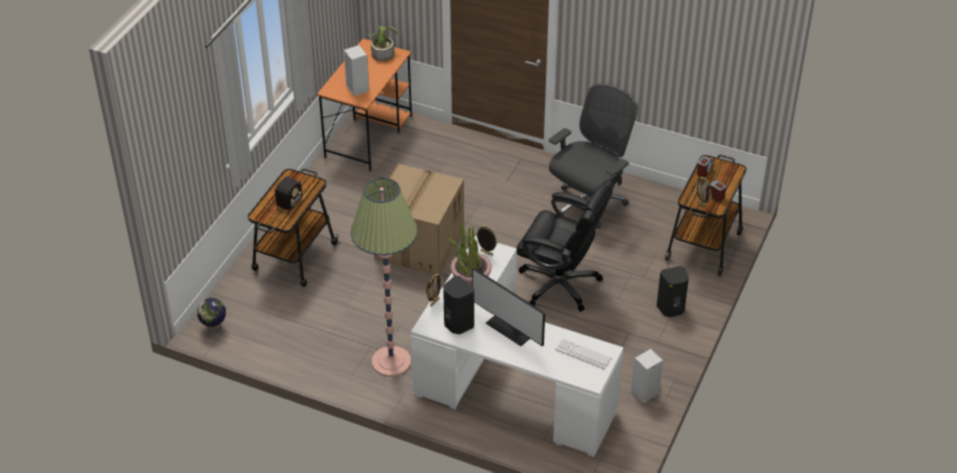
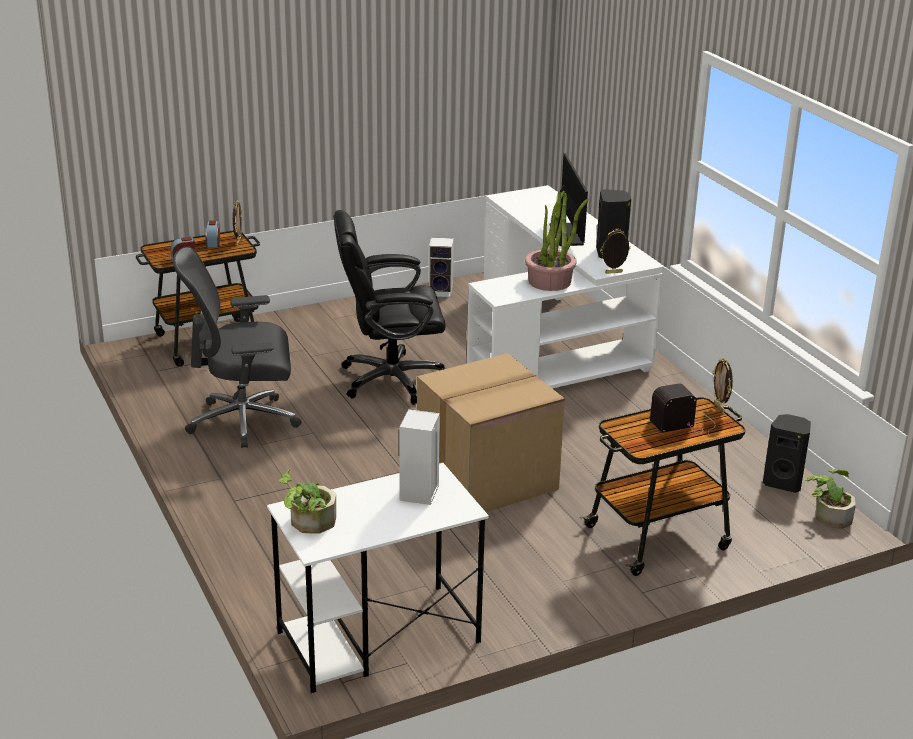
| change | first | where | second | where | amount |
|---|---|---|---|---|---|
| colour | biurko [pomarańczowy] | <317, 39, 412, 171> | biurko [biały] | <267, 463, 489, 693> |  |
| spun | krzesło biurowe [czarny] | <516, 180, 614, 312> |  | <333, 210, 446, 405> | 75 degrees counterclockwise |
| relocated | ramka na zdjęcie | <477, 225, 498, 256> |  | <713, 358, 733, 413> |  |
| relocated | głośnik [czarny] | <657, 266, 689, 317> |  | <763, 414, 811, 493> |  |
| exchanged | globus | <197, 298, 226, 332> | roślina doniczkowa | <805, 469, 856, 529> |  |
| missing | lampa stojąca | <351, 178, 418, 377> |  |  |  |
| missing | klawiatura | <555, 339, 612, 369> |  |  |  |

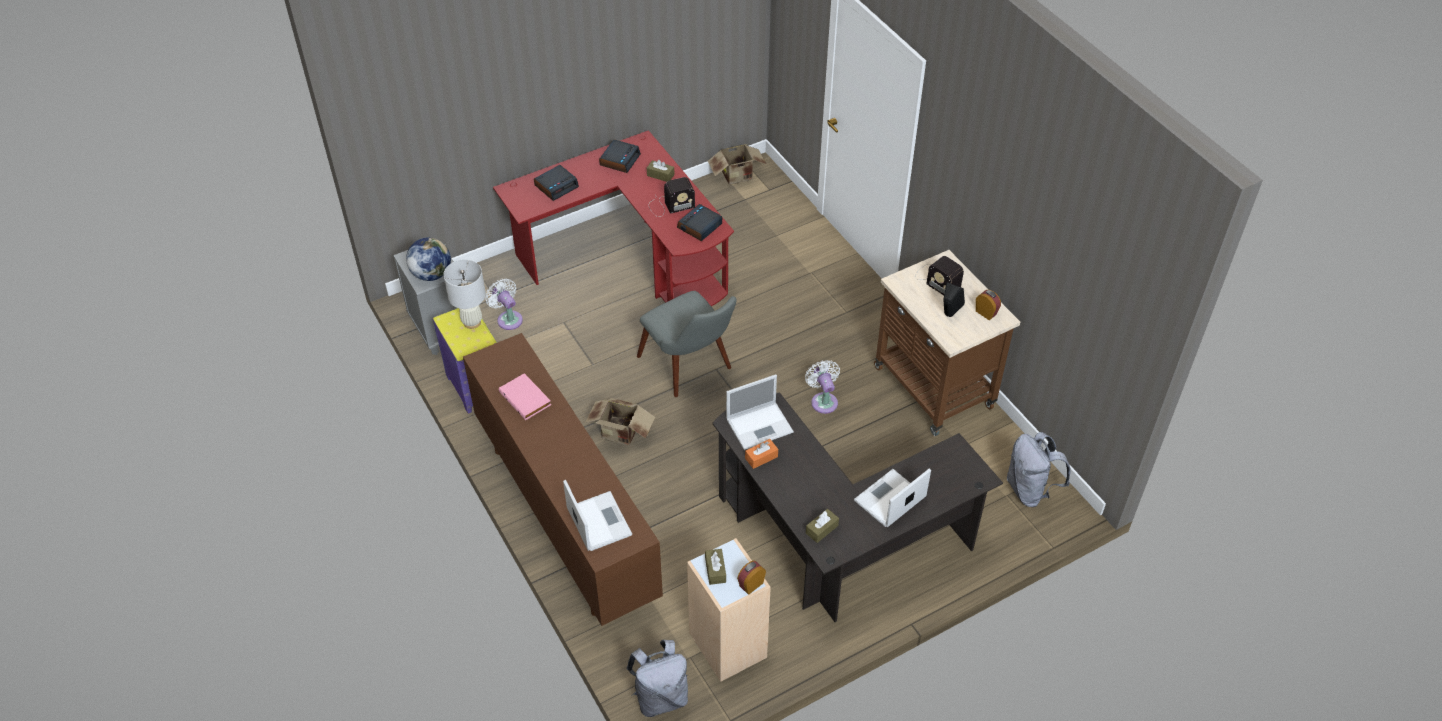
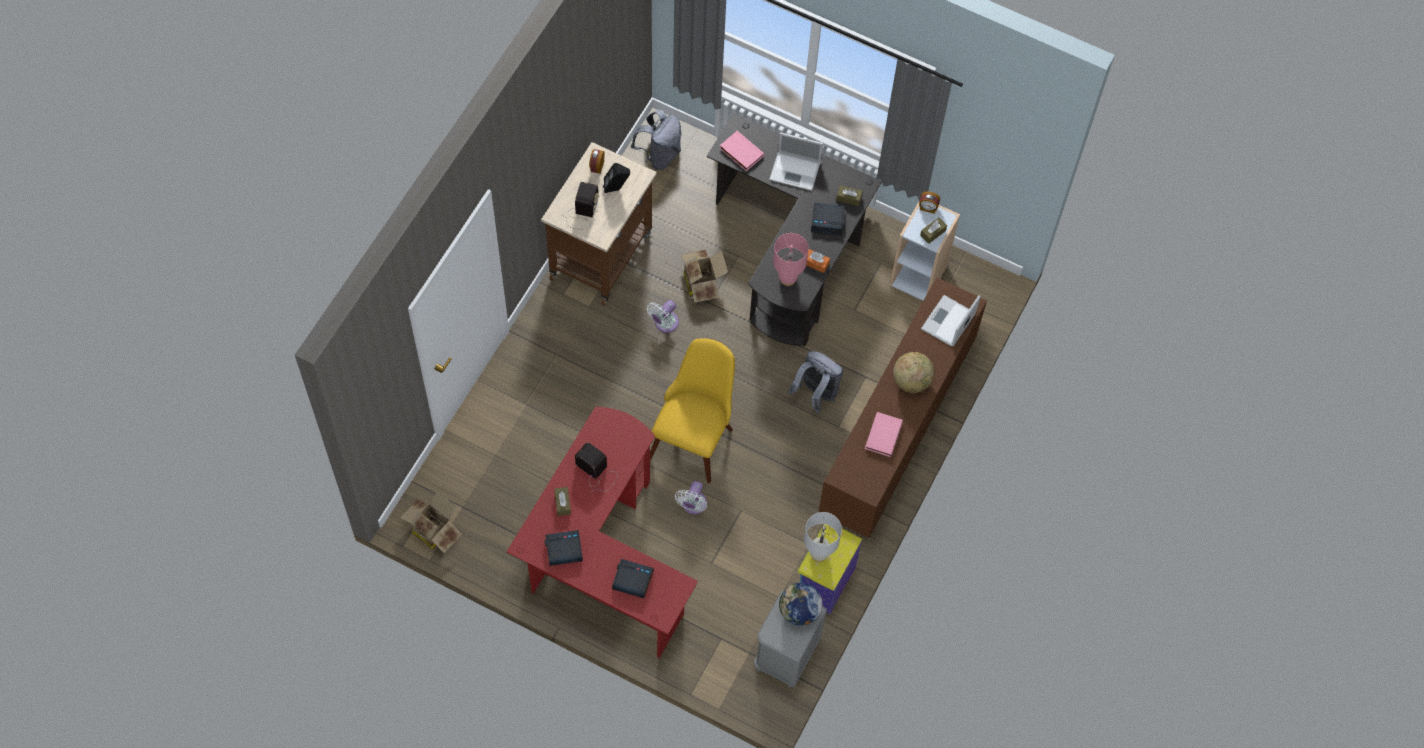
| change | first | where | second | where | amount |
|---|---|---|---|---|---|
| colour | krzesło [szary] | <637, 291, 737, 397> | krzesło [żółty] | <650, 338, 735, 483> |  |
| relocated | wentylator [biały] | <485, 278, 523, 330> |  | <675, 481, 707, 514> |  |
| relocated | karton | <585, 398, 655, 446> |  | <681, 250, 728, 302> |  |
| appeared |  |  | książka [różowy] | <720, 131, 764, 171> |  |
| exchanged | laptop | <726, 374, 794, 450> | lampa stołowa [różowy] | <773, 233, 809, 286> |  |
| relocated | plecak [szary] | <627, 640, 688, 717> |  | <788, 351, 843, 414> |  |
| relocated | budzik | <677, 204, 722, 241> |  | <811, 203, 845, 236> |  |
| appeared |  |  | globus | <893, 352, 935, 393> |  |

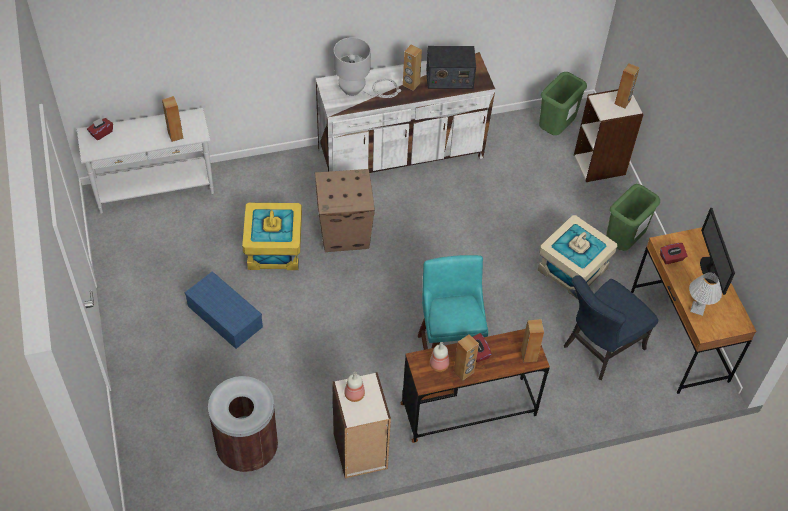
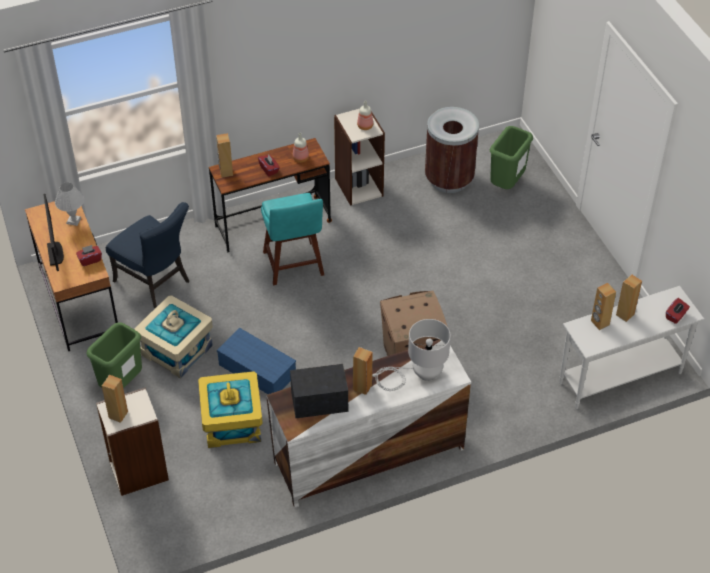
| change | first | where | second | where | amount |
|---|---|---|---|---|---|
| spun | krzesło [niebieski] | <564, 275, 658, 380> |  | <106, 202, 189, 308> | 90 degrees clockwise |
| relocated | pojemnik do przechowywania [żółty] | <242, 203, 302, 270> |  | <198, 371, 263, 448> |  |
| relocated | pojemnik do przechowywania [niebieski] | <185, 271, 263, 349> |  | <217, 328, 296, 394> |  |
| relocated | kosz na śmieci [zielony] | <539, 72, 587, 135> |  | <490, 126, 533, 189> |  |
| relocated | głośnik [brązowy] | <454, 334, 479, 381> |  | <616, 274, 642, 322> |  |

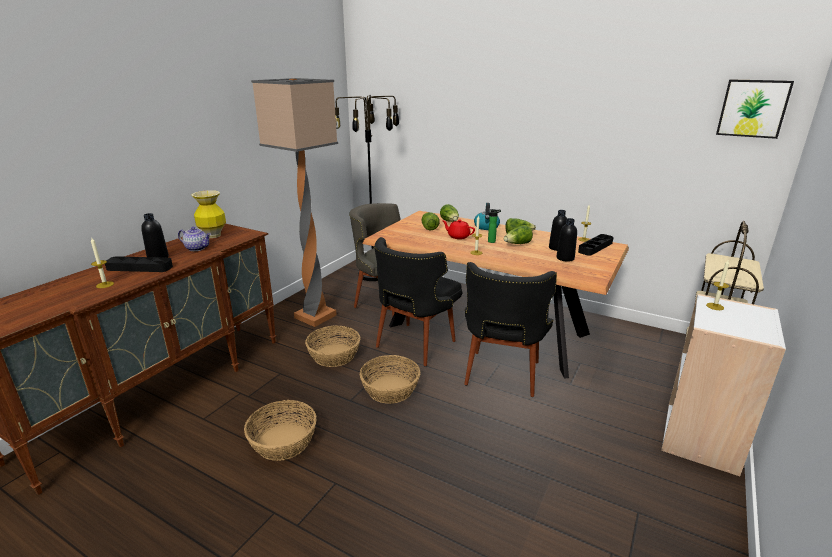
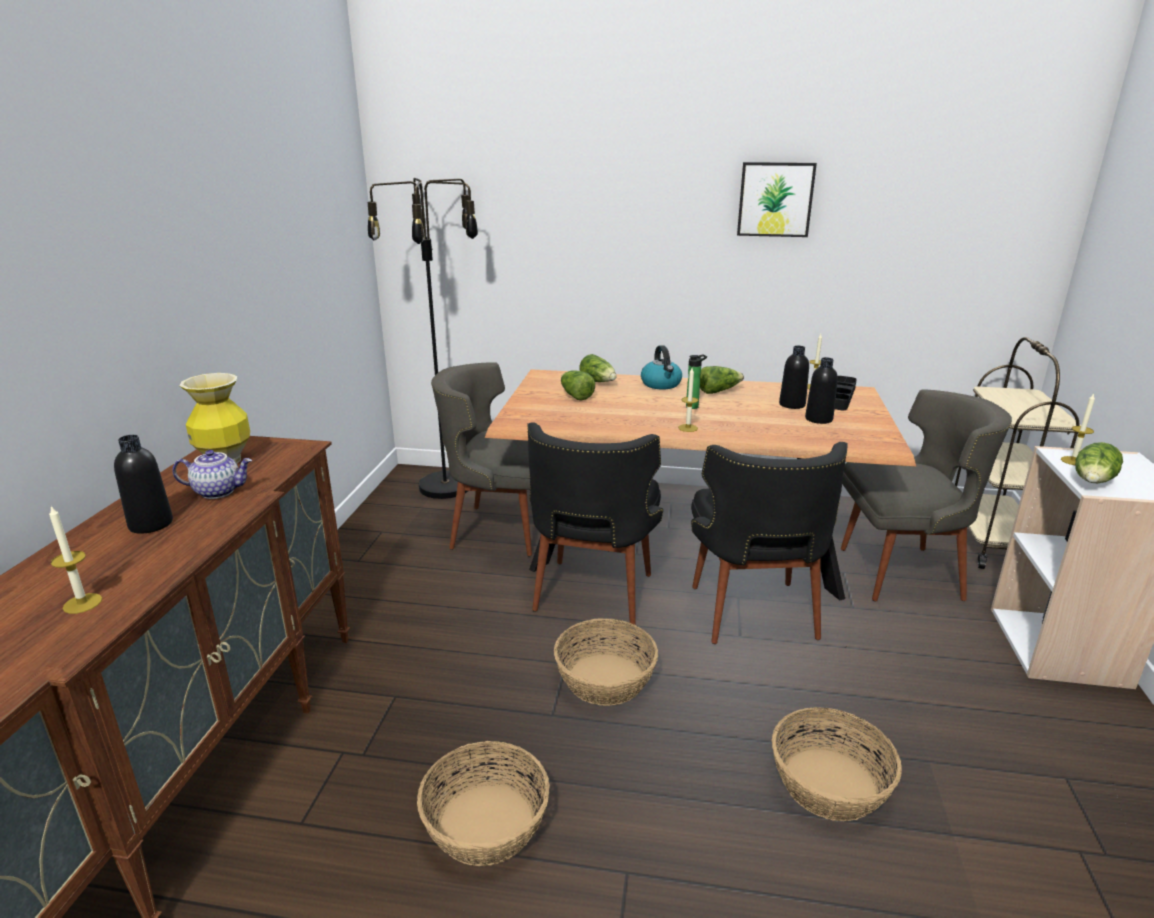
| change | first | where | second | where | amount |
|---|---|---|---|---|---|
| relocated | obraz | <716, 79, 794, 139> |  | <737, 162, 817, 237> |  |
| relocated | koszyk | <305, 325, 360, 367> |  | <772, 707, 902, 821> |  |
| appeared |  |  | krzesło [szary] | <841, 389, 1012, 602> |  |
| relocated | sałata | <504, 226, 533, 244> |  | <1075, 442, 1123, 483> |  |
| missing | taca [czarny] | <105, 256, 173, 272> |  |  |  |
| missing | lampa stojąca | <251, 78, 338, 327> |  |  |  |
| missing | imbryk [czerwony] | <442, 220, 475, 239> |  |  |  |

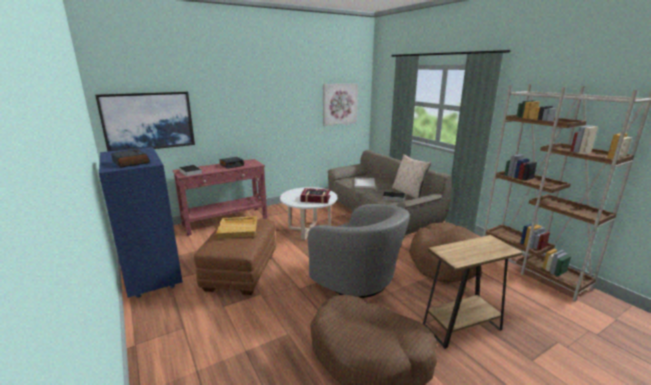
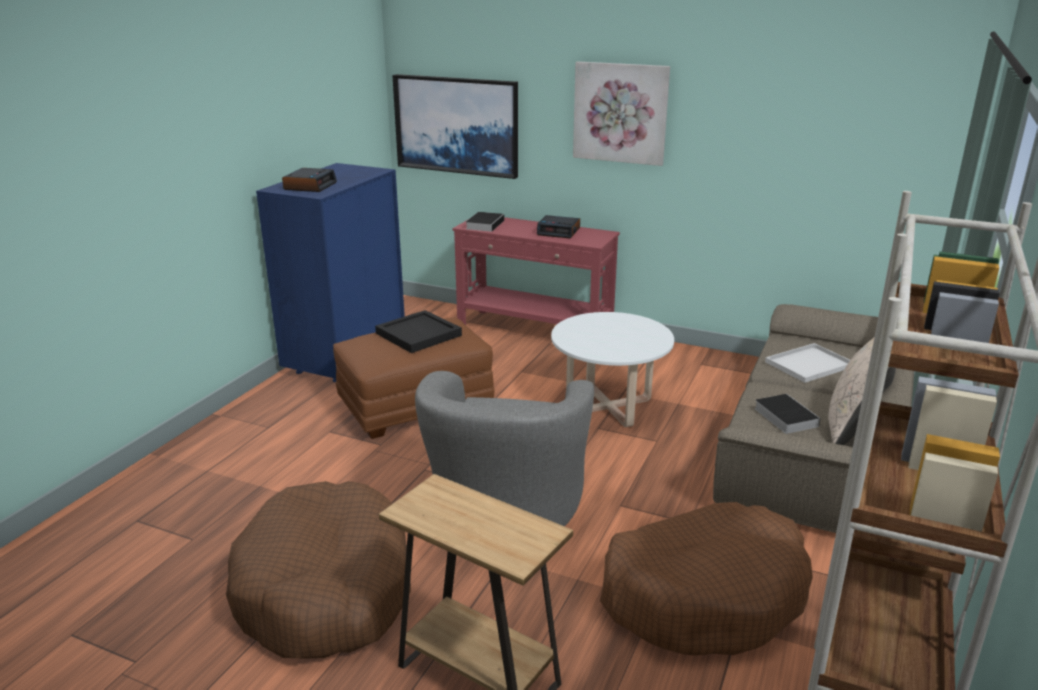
| change | first | where | second | where | amount |
|---|---|---|---|---|---|
| colour | taca [beżowy] | <216, 216, 257, 238> | taca [czarny] | <375, 310, 462, 353> |  |
| relocated | obraz | <323, 83, 358, 126> |  | <573, 61, 670, 166> |  |
| missing | książka | <300, 188, 331, 204> |  |  |  |

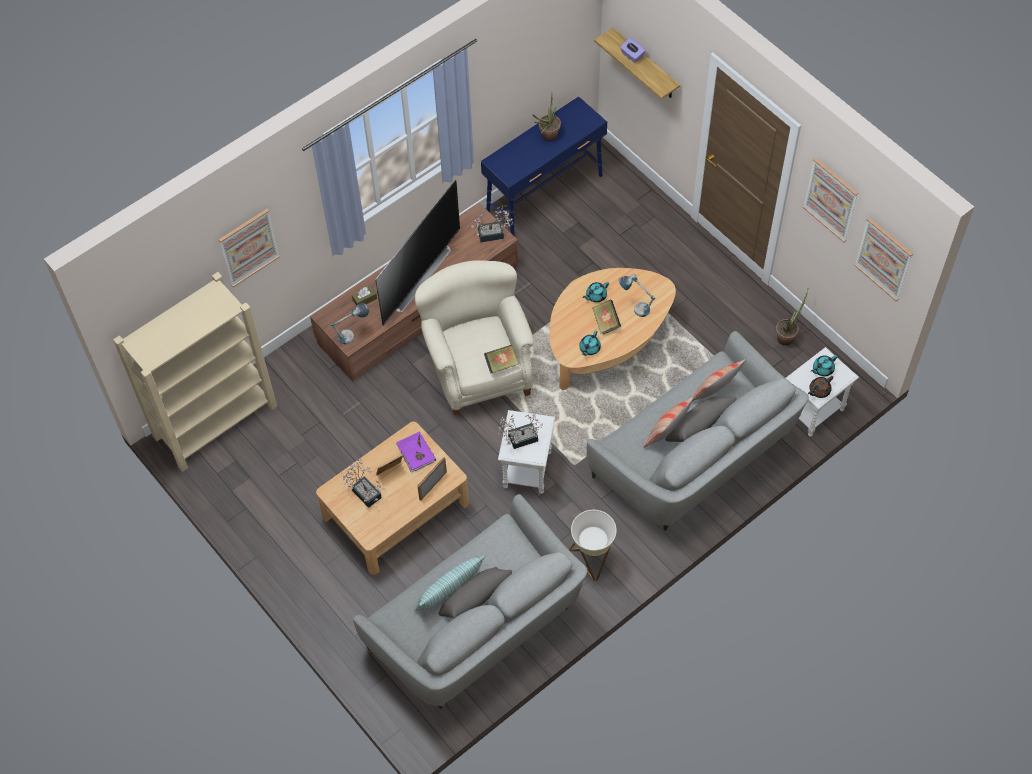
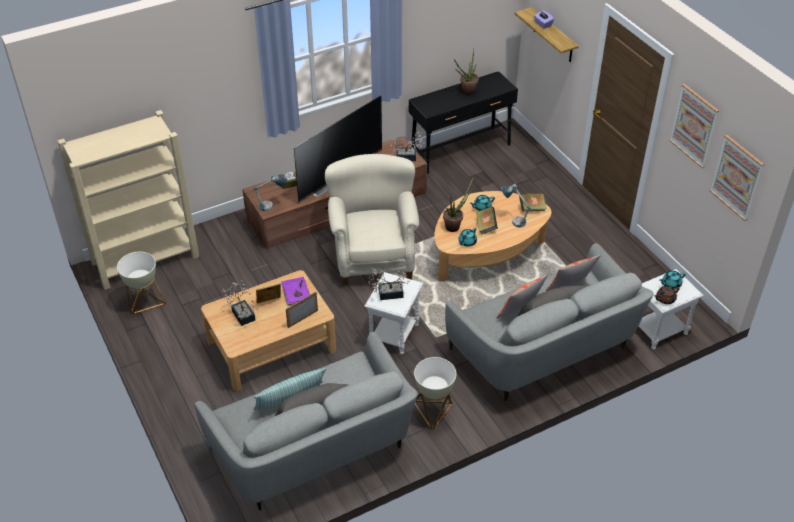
| change | first | where | second | where | amount |
|---|---|---|---|---|---|
| appeared |  |  | donica | <117, 252, 166, 314> |  |
| colour | stolik konsolowy [niebieski] | <481, 96, 607, 235> | stolik konsolowy [czarny] | <408, 71, 518, 174> |  |
| relocated | roślina doniczkowa | <776, 289, 808, 346> |  | <443, 178, 473, 232> |  |
| relocated | książka | <484, 345, 519, 374> |  | <519, 193, 547, 211> |  |
| missing | obraz | <219, 209, 280, 287> |  |  |  |

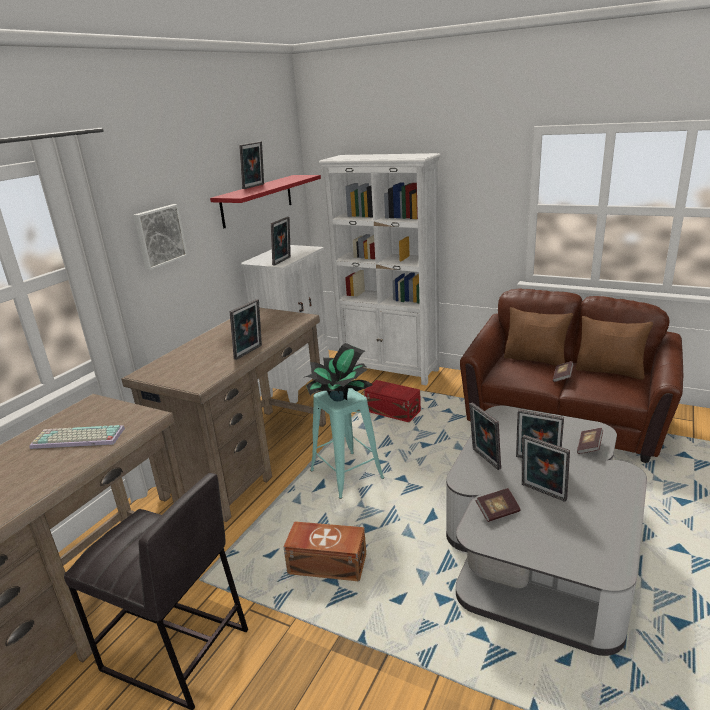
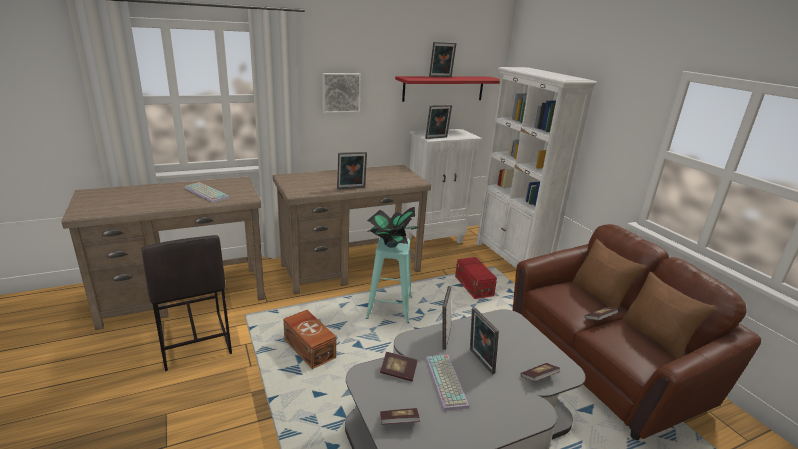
| change | first | where | second | where | amount |
|---|---|---|---|---|---|
| appeared |  |  | książka | <380, 408, 420, 425> |  |
| exchanged | ramka na zdjęcie | <522, 435, 570, 502> | klawiatura | <426, 355, 469, 411> |  |

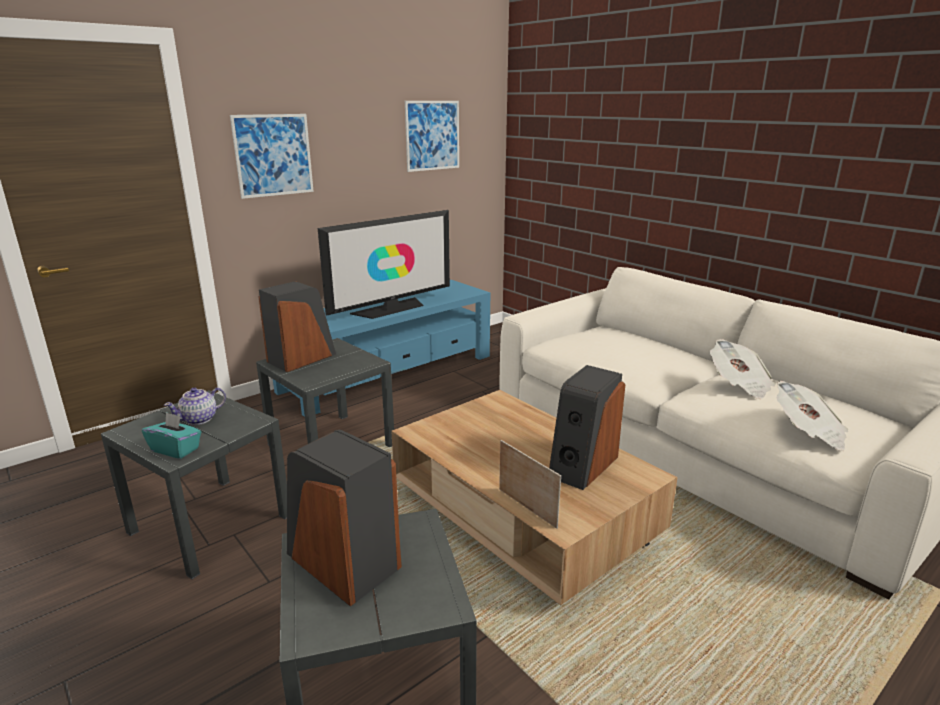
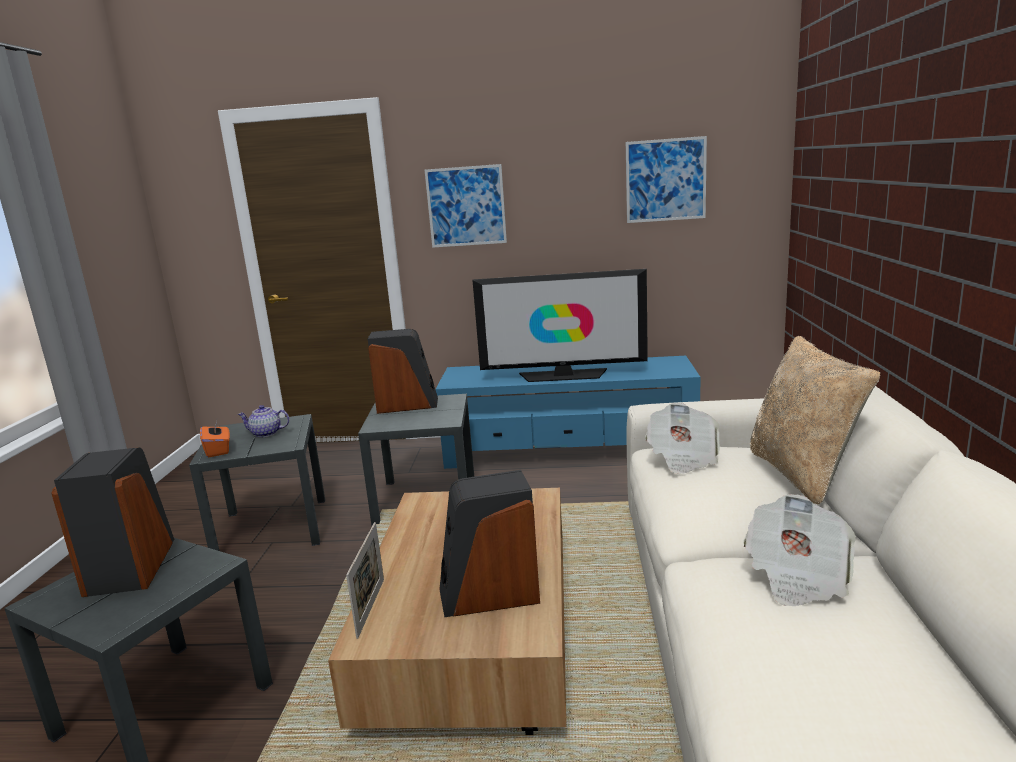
| change | first | where | second | where | amount |
|---|---|---|---|---|---|
| colour | pudełko chusteczek [turkusowy] | <142, 412, 201, 459> | pudełko chusteczek [pomarańczowy] | <200, 420, 230, 458> |  |
| relocated | gazeta | <776, 381, 848, 451> |  | <645, 403, 720, 474> |  |
| appeared |  |  | poduszka [beżowy] | <750, 335, 881, 504> |  |

